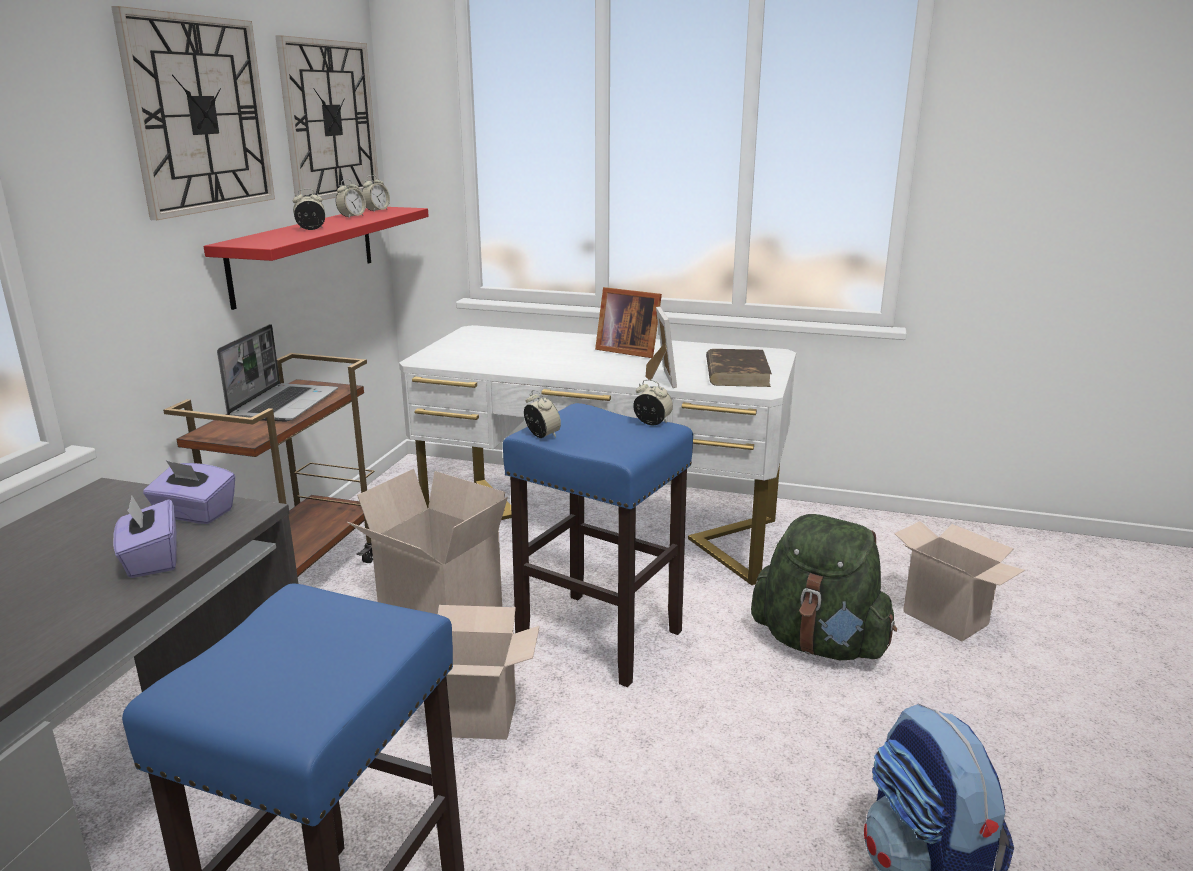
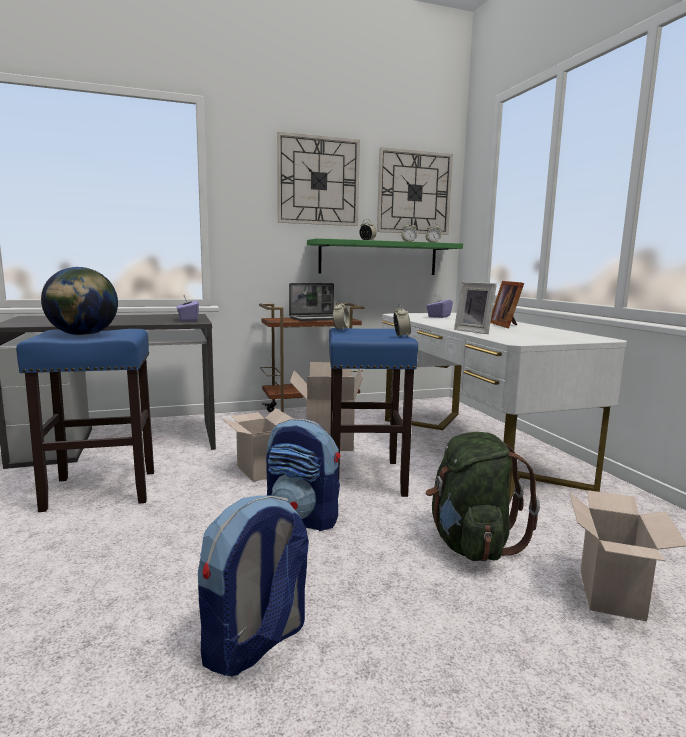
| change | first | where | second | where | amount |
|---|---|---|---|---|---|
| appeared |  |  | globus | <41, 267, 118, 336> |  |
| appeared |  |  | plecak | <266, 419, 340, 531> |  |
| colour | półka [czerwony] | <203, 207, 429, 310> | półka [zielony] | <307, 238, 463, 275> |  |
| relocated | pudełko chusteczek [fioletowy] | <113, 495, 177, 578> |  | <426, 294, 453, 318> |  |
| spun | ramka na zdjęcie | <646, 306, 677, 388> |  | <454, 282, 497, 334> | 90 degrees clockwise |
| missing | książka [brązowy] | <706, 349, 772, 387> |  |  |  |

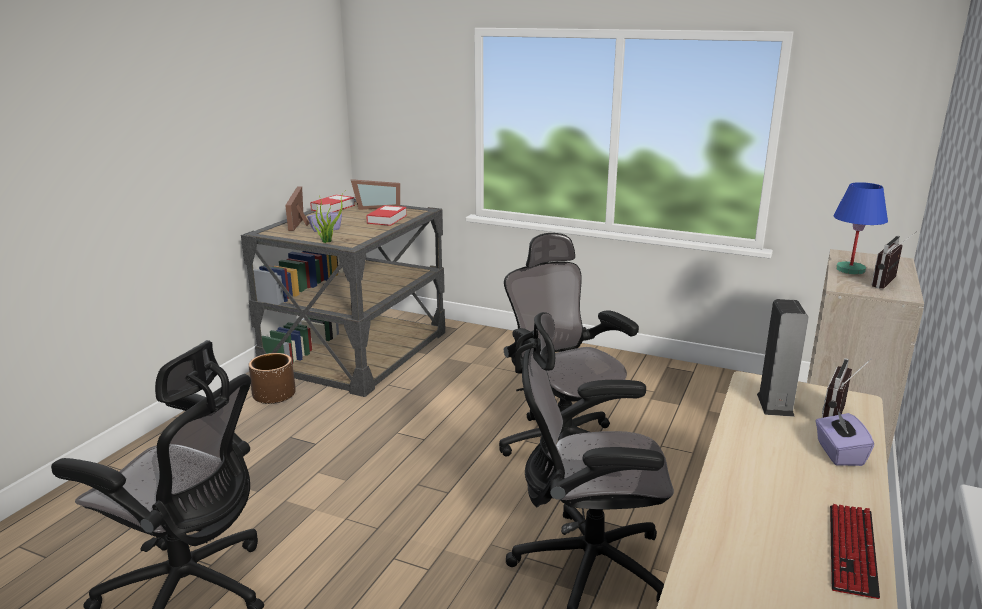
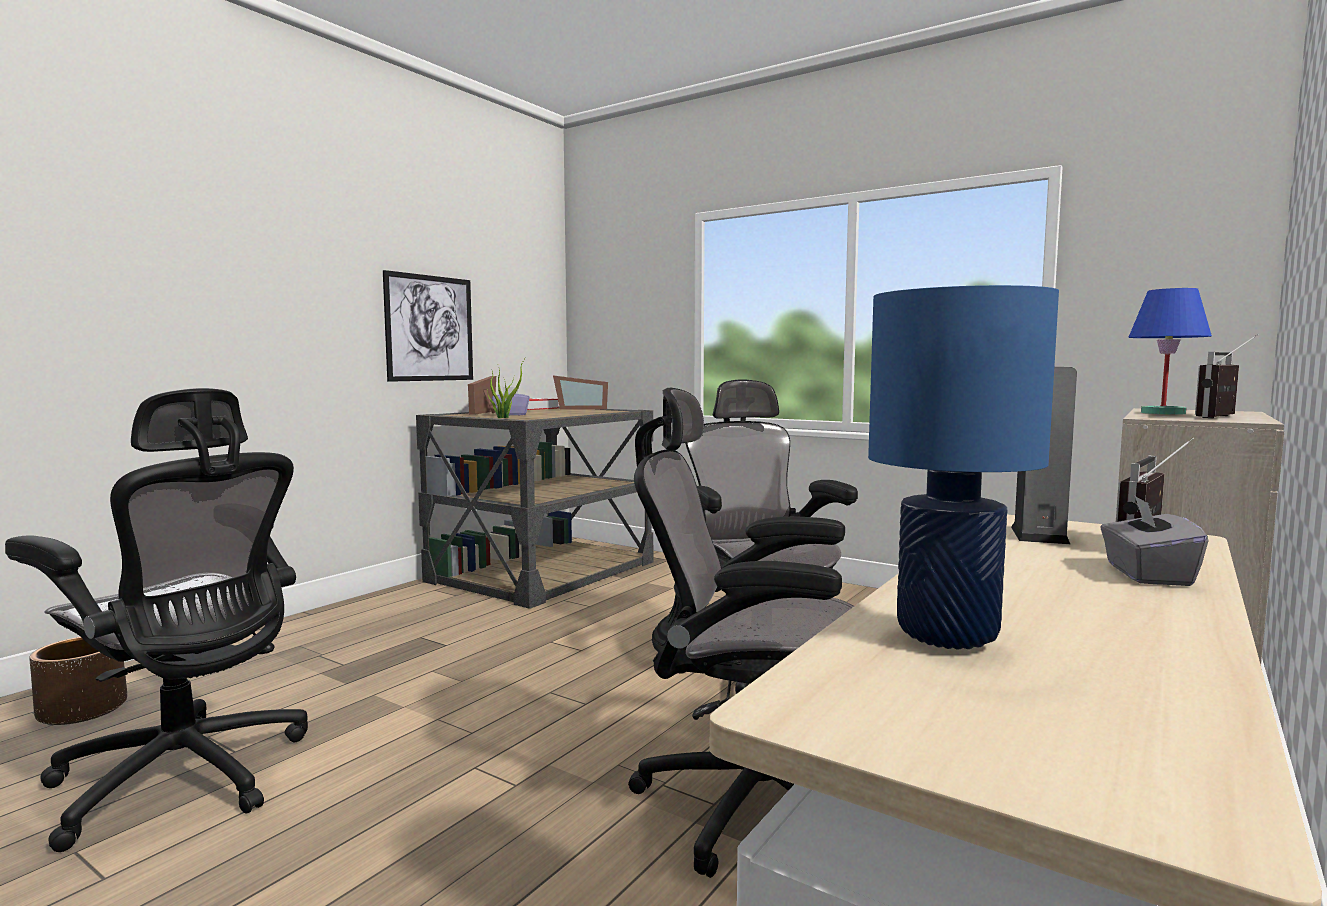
| change | first | where | second | where | amount |
|---|---|---|---|---|---|
| relocated | donica [brązowy] | <249, 353, 296, 404> |  | <29, 637, 127, 725> |  |
| appeared |  |  | obraz | <383, 270, 473, 382> |  |
| appeared |  |  | lampa stołowa [niebieski] | <868, 285, 1059, 650> |  |
| colour | pudełko chusteczek [fioletowy] | <816, 409, 874, 466> | pudełko chusteczek [szary] | <1100, 495, 1208, 586> |  |
| missing | książka | <366, 205, 407, 226> |  |  |  |
| missing | klawiatura | <830, 504, 880, 599> |  |  |  |

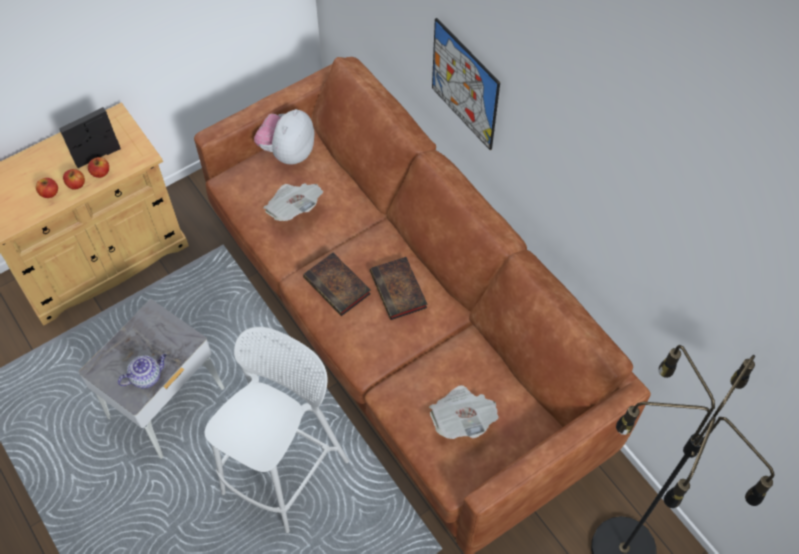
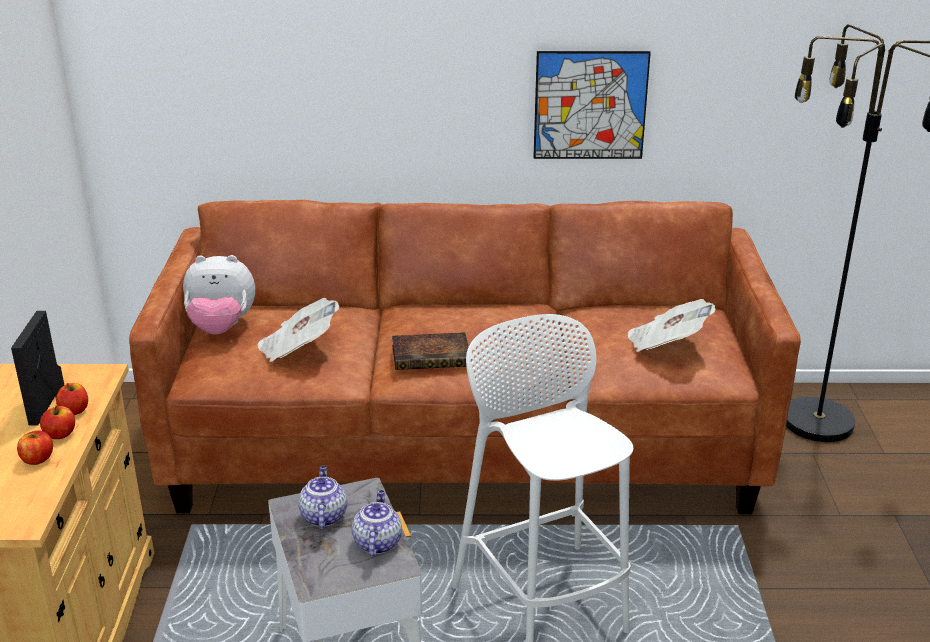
| change | first | where | second | where | amount |
|---|---|---|---|---|---|
| spun | pluszak | <254, 109, 315, 165> |  | <183, 255, 255, 334> | 60 degrees counterclockwise |
| appeared |  |  | imbryk | <298, 466, 347, 529> |  |
| relocated | obraz | <432, 18, 500, 150> |  | <533, 51, 651, 159> |  |
| missing | książka | <370, 257, 427, 320> |  |  |  |

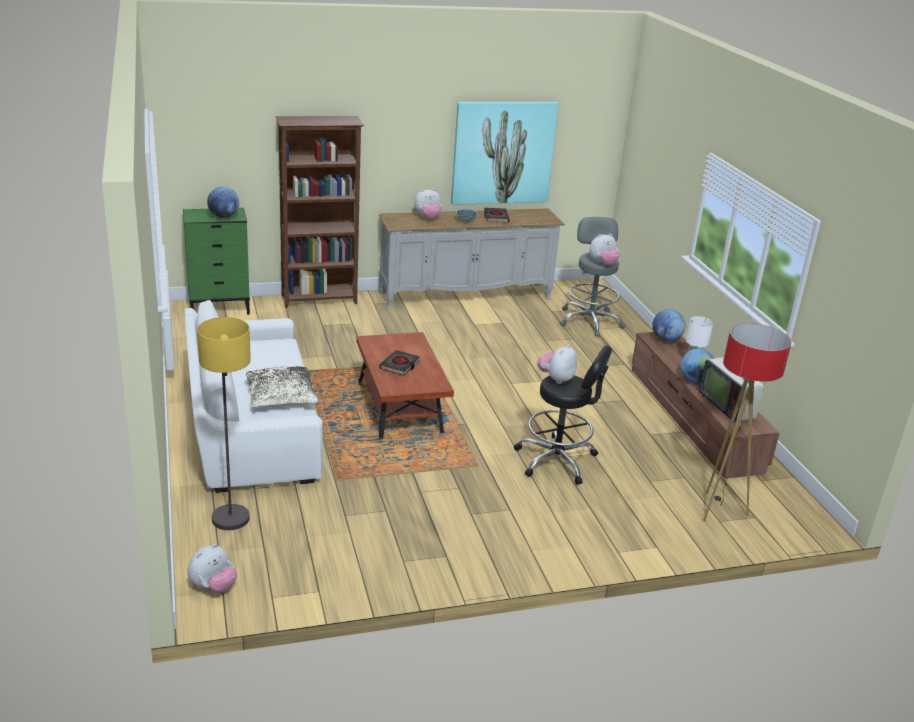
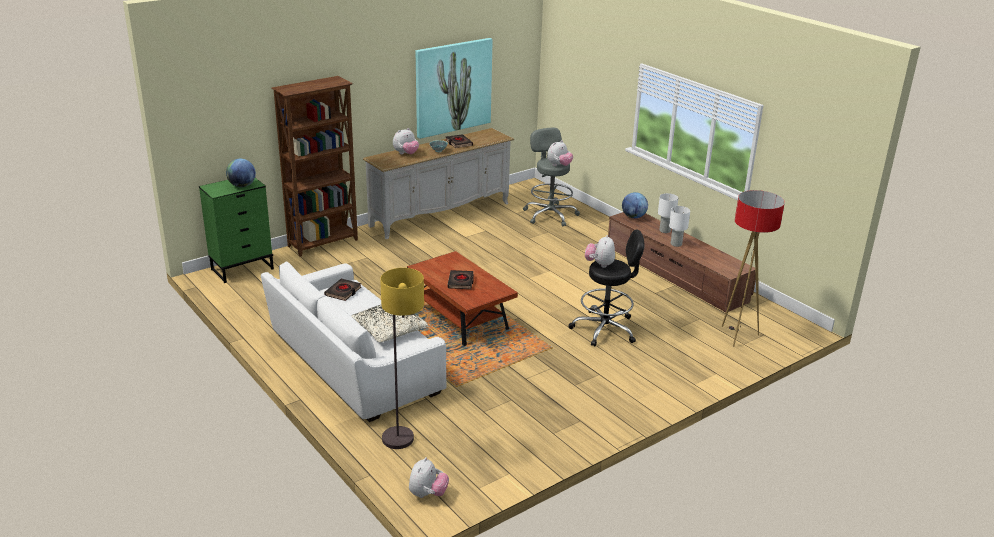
| change | first | where | second | where | amount |
|---|---|---|---|---|---|
| appeared |  |  | książka [czarny] | <324, 278, 361, 301> |  |
| exchanged | globus | <680, 348, 714, 383> | lampa stołowa [biały] | <669, 206, 690, 247> |  |
| missing | telewizor | <699, 357, 764, 423> |  |  |  |

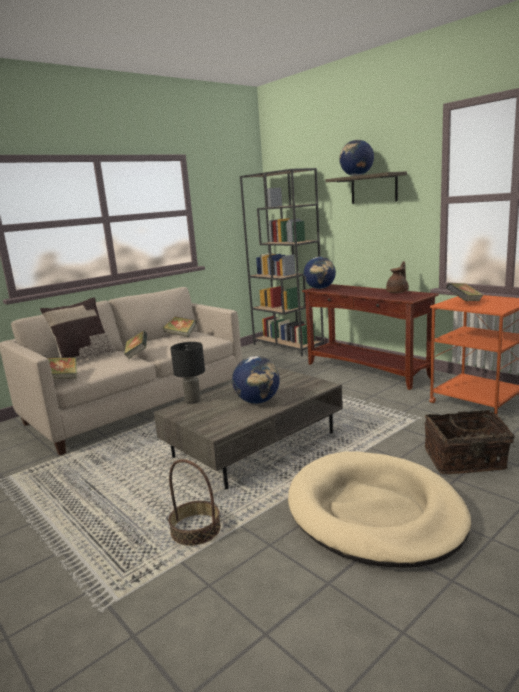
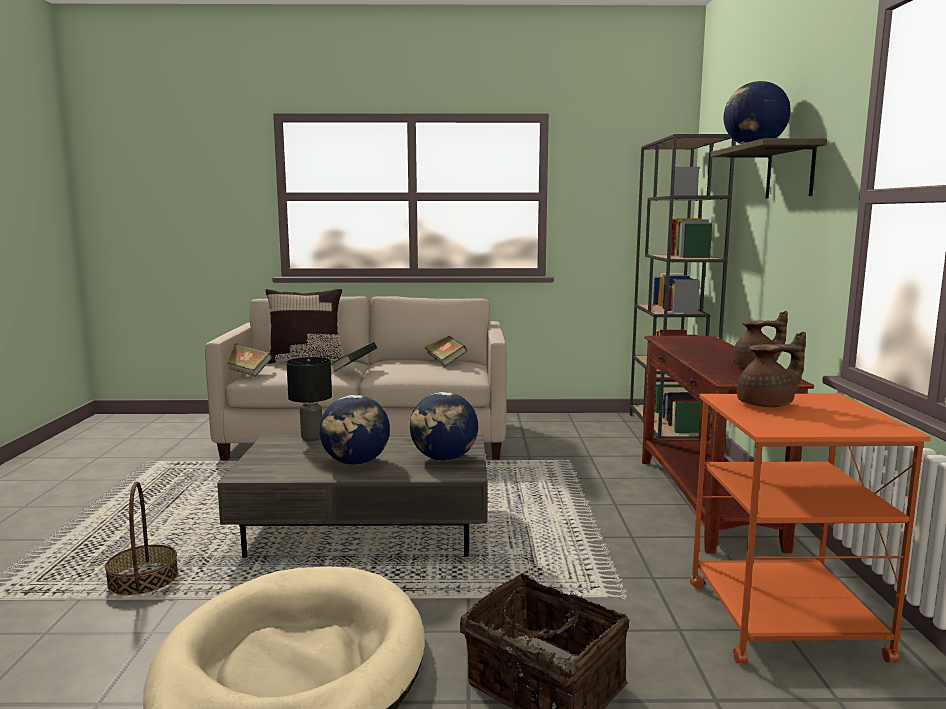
| change | first | where | second | where | amount |
|---|---|---|---|---|---|
| relocated | globus | <304, 257, 336, 289> |  | <410, 392, 478, 461> |  |
| exchanged | książka | <446, 283, 484, 301> | imbryk [brązowy] | <737, 331, 806, 407> |  |

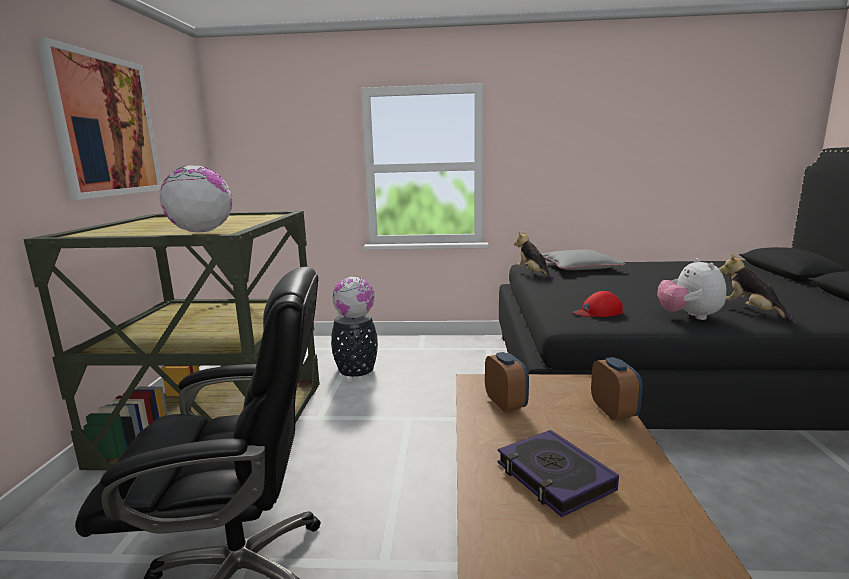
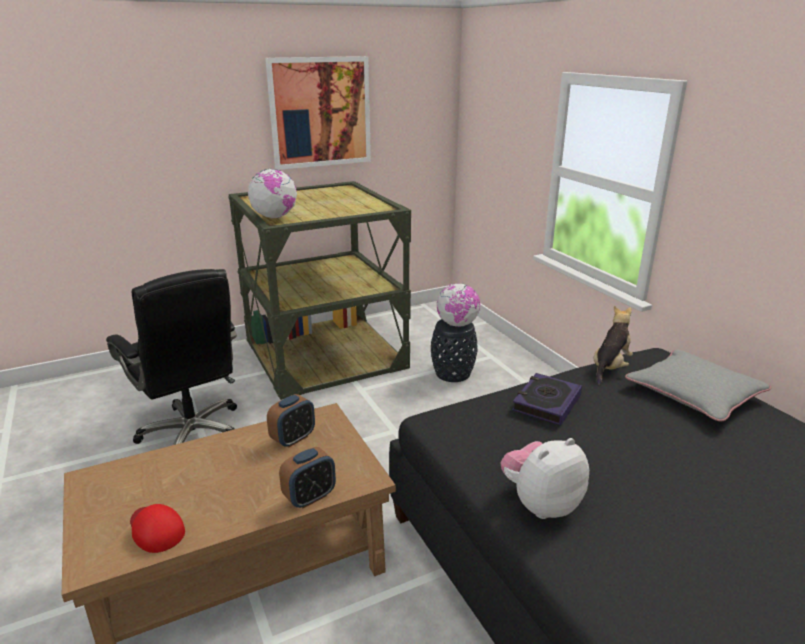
| change | first | where | second | where | amount |
|---|---|---|---|---|---|
| relocated | czapka z daszkiem [czerwony] | <574, 291, 623, 317> |  | <130, 504, 185, 553> |  |
| relocated | książka | <497, 430, 619, 517> |  | <512, 373, 582, 426> |  |
| missing | pluszak | <719, 254, 796, 323> |  |  |  |

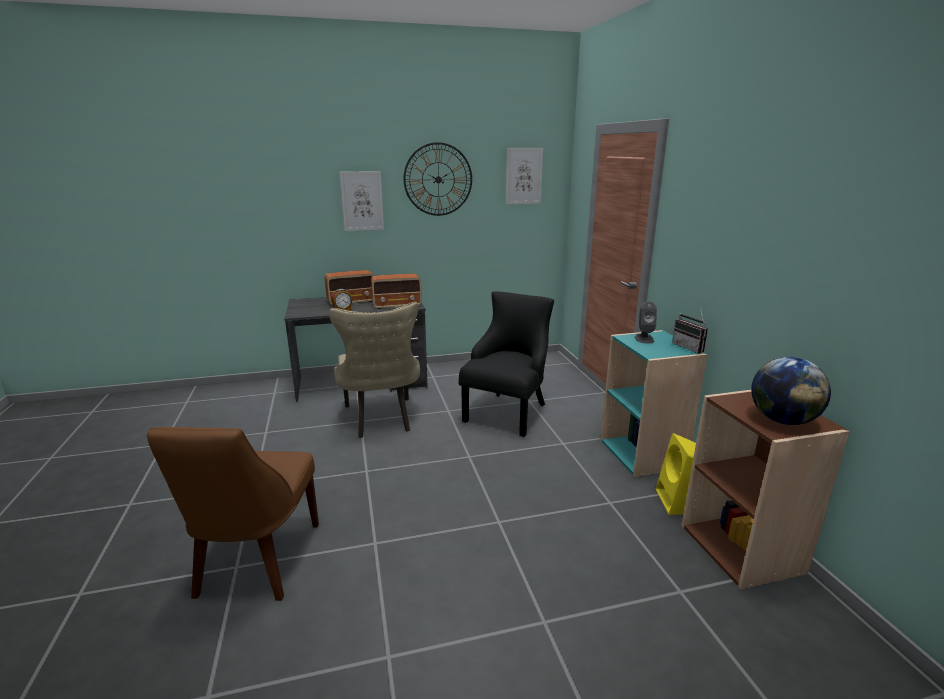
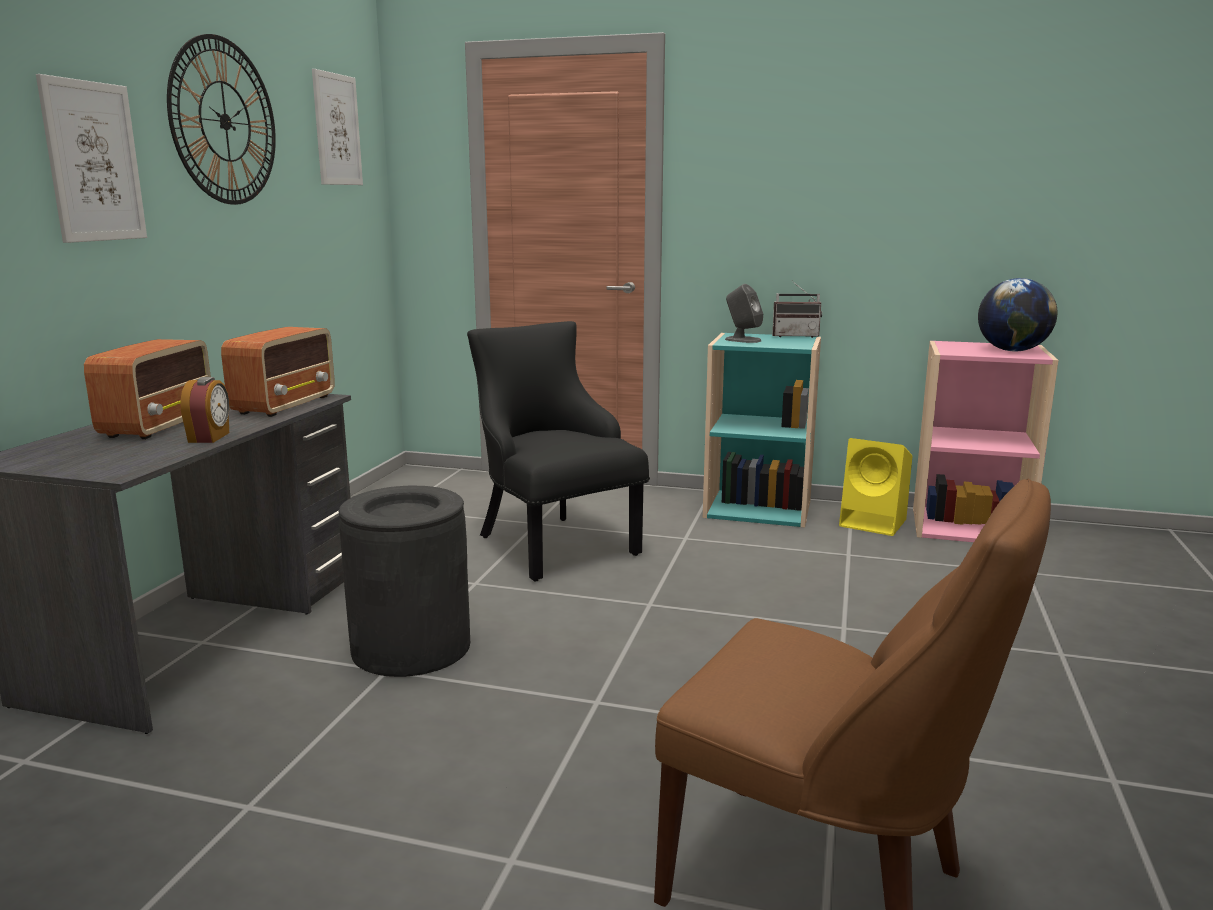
| change | first | where | second | where | amount |
|---|---|---|---|---|---|
| exchanged | krzesło [beżowy] | <329, 302, 420, 438> | kosz na śmieci [czarny] | <339, 486, 470, 677> |  |
| colour | regał [brązowy] | <681, 390, 850, 589> | regał [różowy] | <913, 341, 1058, 542> |  |

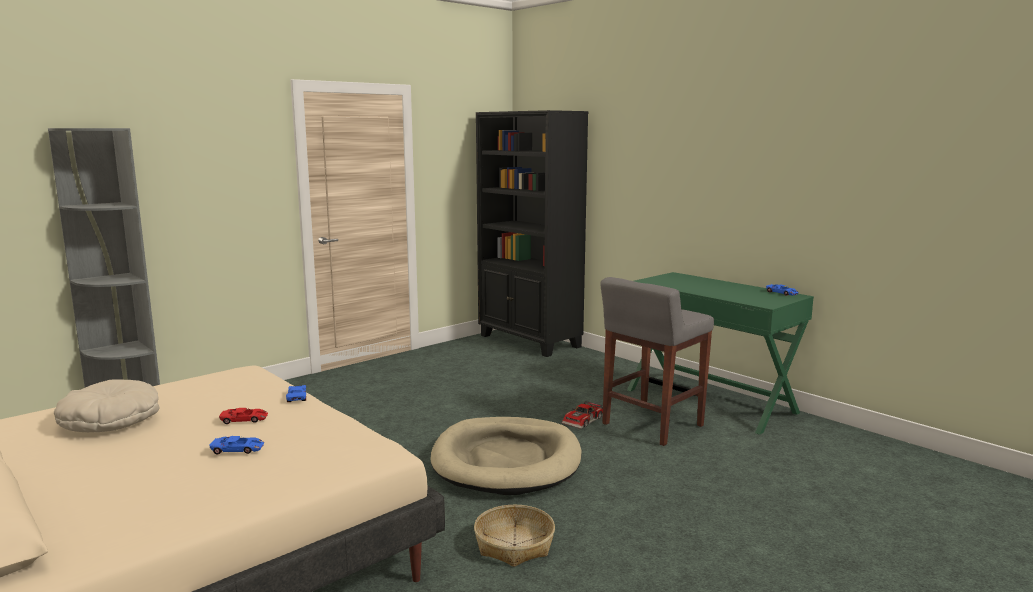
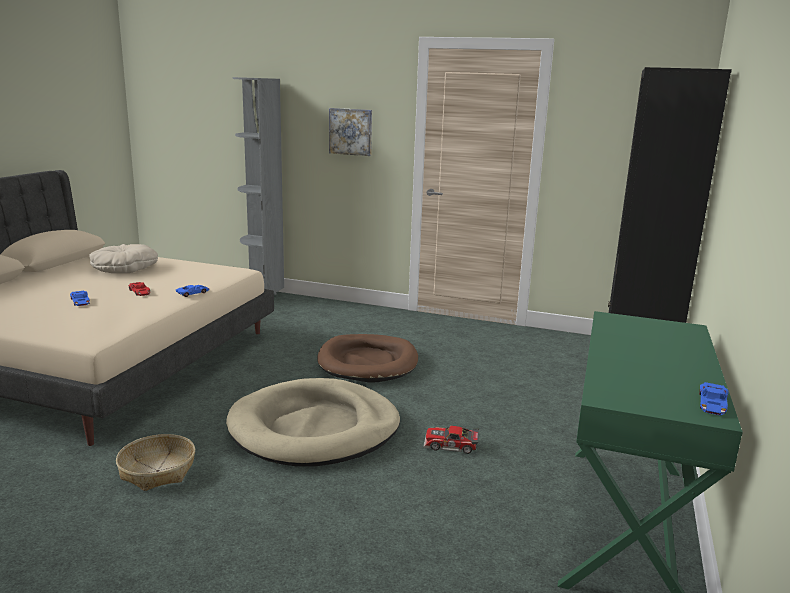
| change | first | where | second | where | amount |
|---|---|---|---|---|---|
| appeared |  |  | legowisko [brązowy] | <317, 334, 418, 383> |  |
| appeared |  |  | obraz | <329, 108, 372, 156> |  |
| missing | stołek [szary] | <600, 277, 714, 446> |  |  |  |

